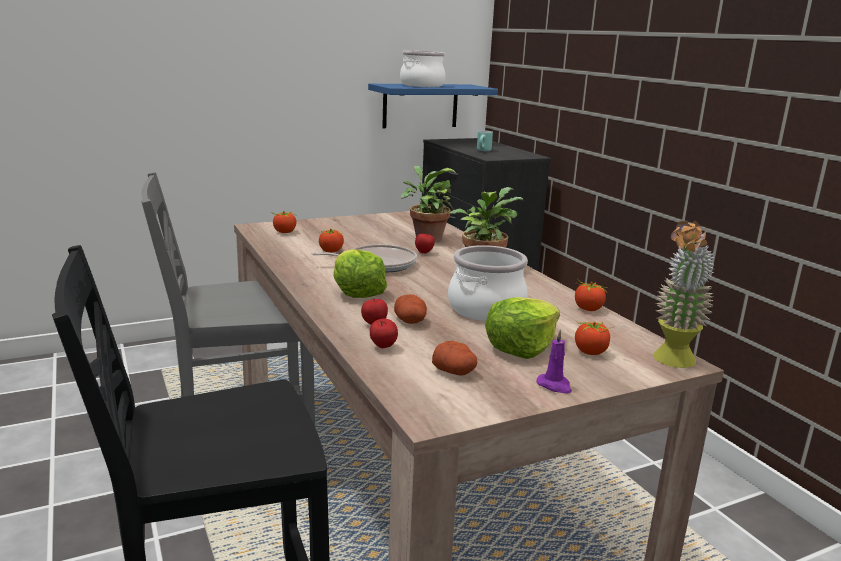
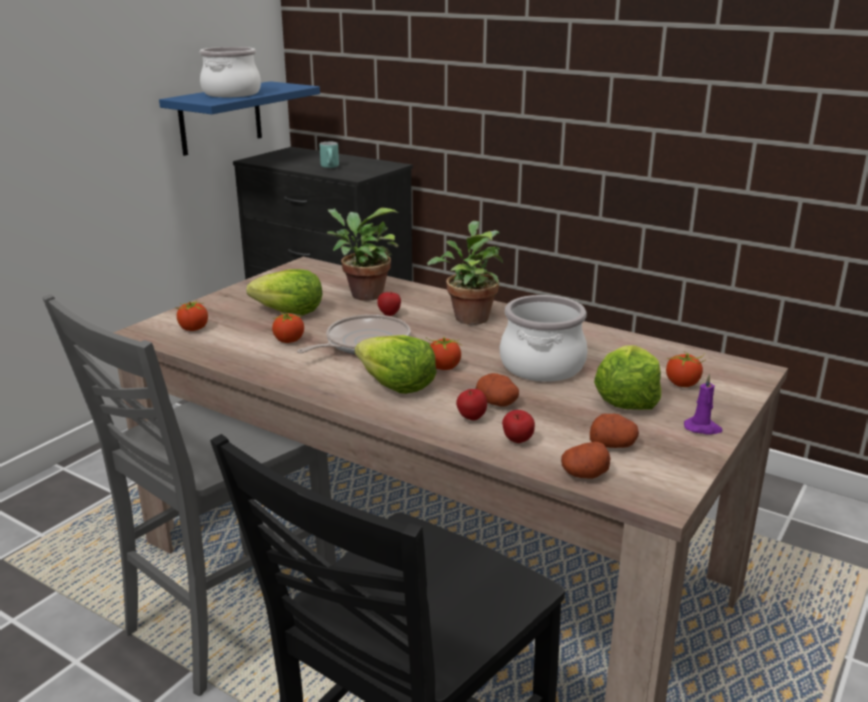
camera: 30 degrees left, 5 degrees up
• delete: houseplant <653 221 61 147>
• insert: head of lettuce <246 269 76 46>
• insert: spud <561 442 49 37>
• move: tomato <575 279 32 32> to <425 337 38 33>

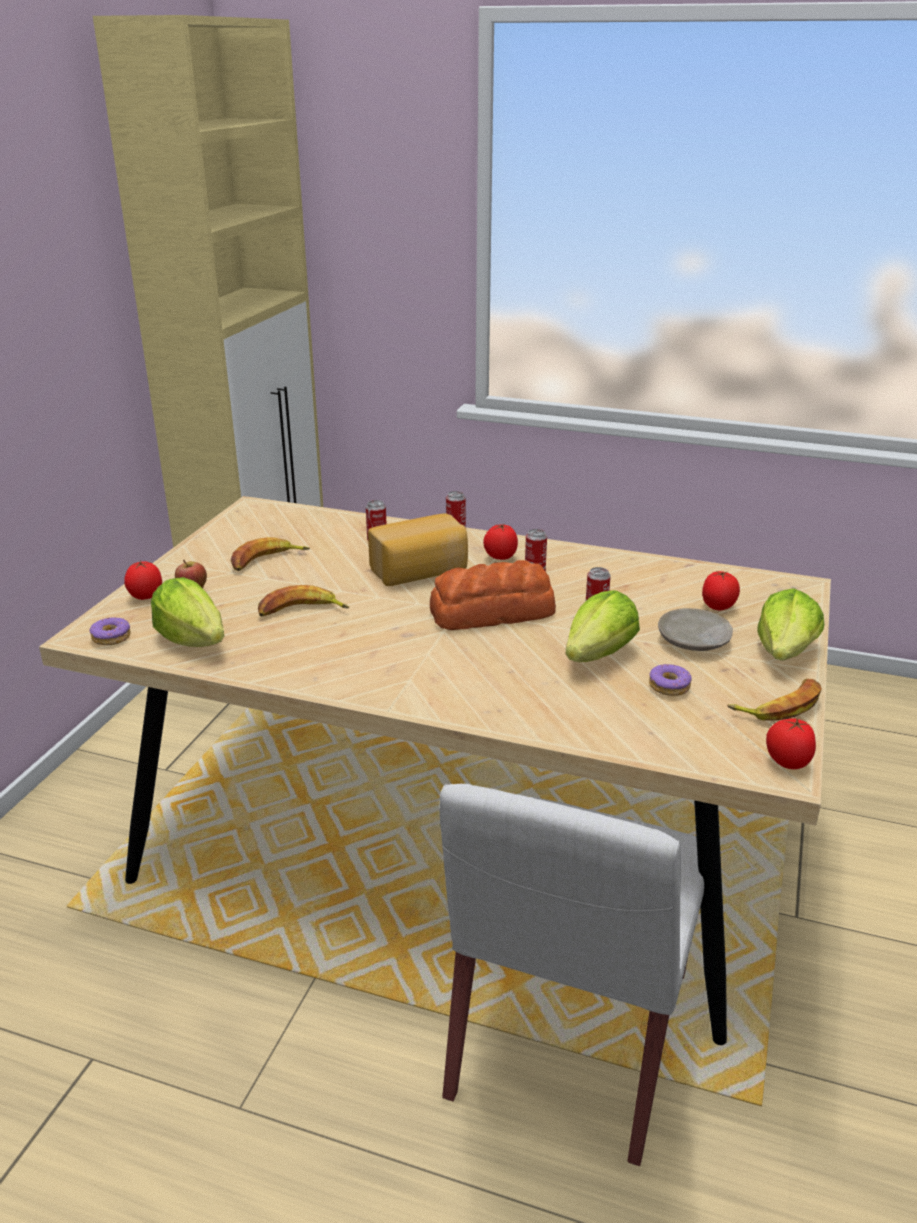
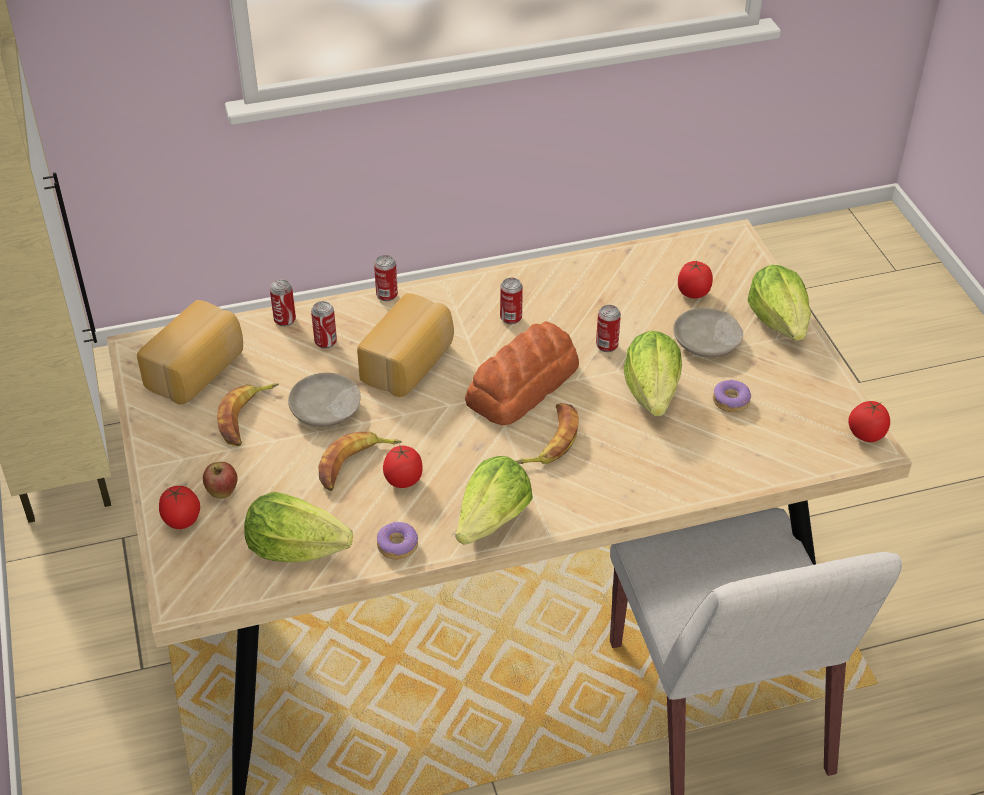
camera: 35 degrees left, 15 degrees up
• insert: bread <137 300 106 105>
• insert: sealed can <270 279 26 47>
• insert: flat dish (sand-coloured) <288 373 72 54>
• insert: head of lettuce <455 456 78 89>
• move: ring doughnut <89 617 42 28> to <377 522 41 38>
• move: tomato <483 524 35 36> to <383 446 40 42>
• move: banana fruit <727 679 95 42> to <516 403 63 61>

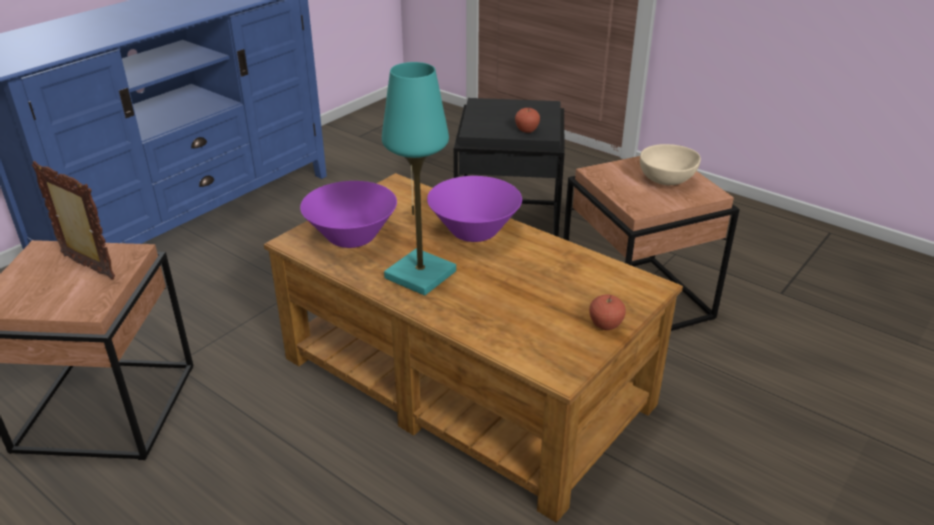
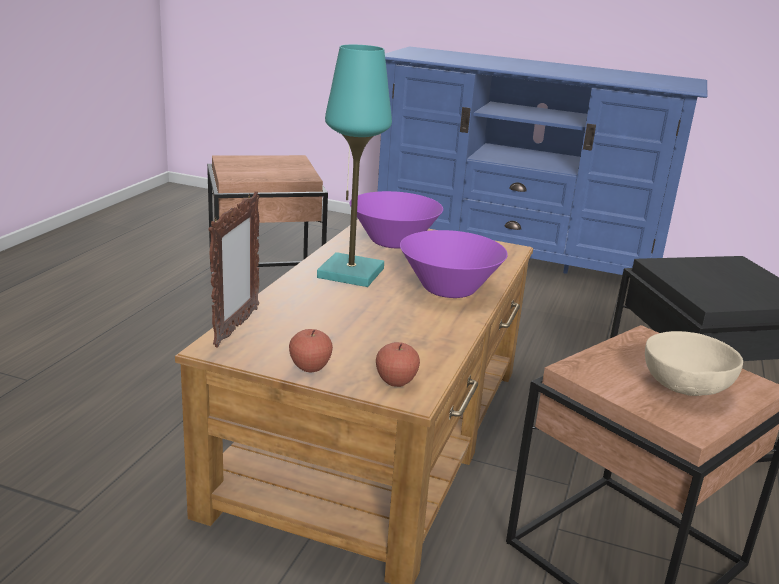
camera: 70 degrees right, 10 degrees down
• move: standing frame <32 161 83 119> to <209 191 50 157>
• move: apple fruit <515 107 25 26> to <376 342 44 45>

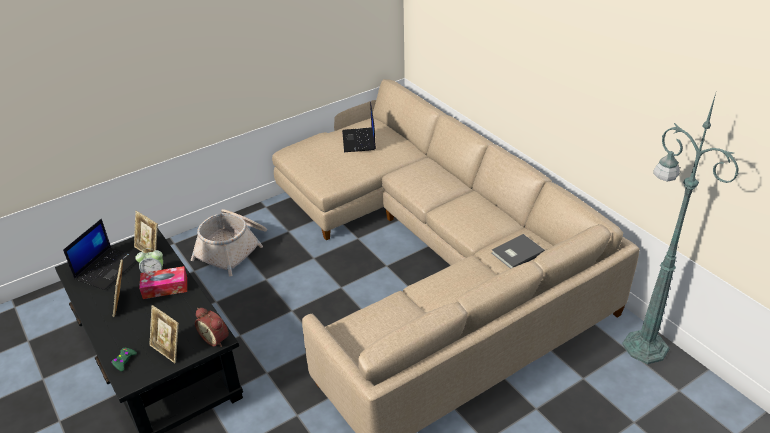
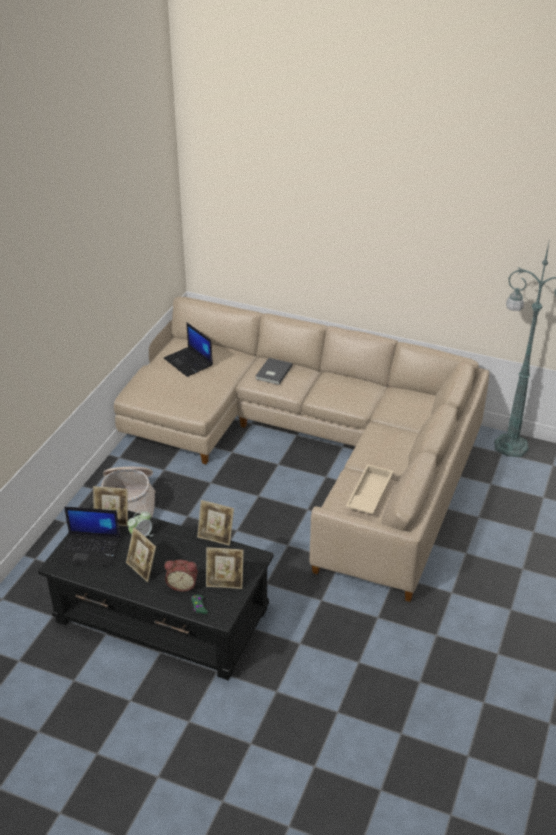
camera: 35 degrees left, 0 degrees up
• delete: tissue box <139 266 48 33>
• insert: standing frame <197 500 37 46>
• insert: carrying tray (sand-coloured) <346 464 47 50>
• move: alarm clock <195 308 34 39> to <165 560 33 32>
• move: volume (greyish) <492 234 53 35> to <256 358 37 27>
• rotate: portable computer <63 219 73 71> = <59 507 61 60> 105 degrees clockwise

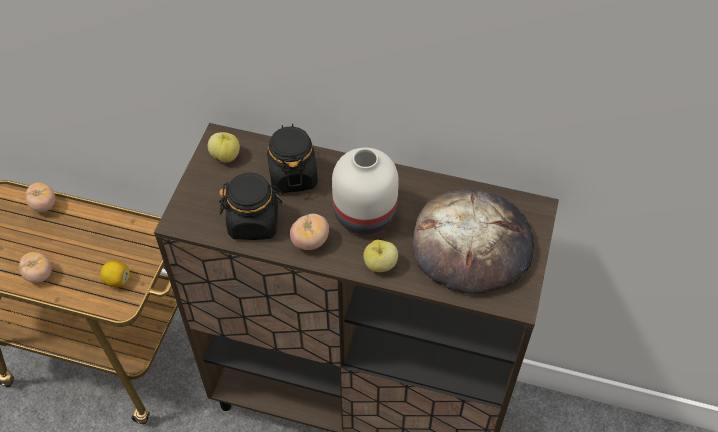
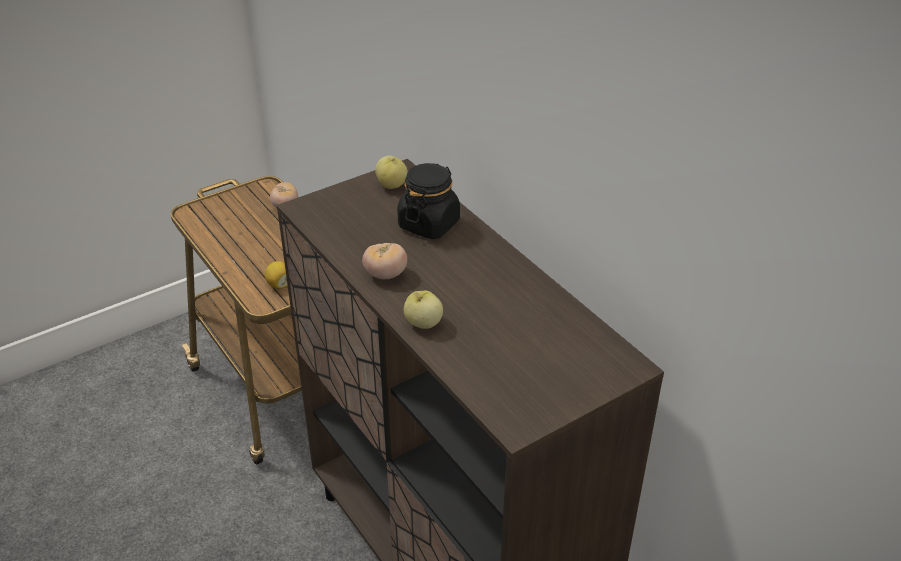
camera: 40 degrees right, 15 degrees down
• delete: tomato <19 252 33 31>
• delete: jar (blackish) <219 173 64 67>
• delete: decorative vase (white-coloured) <332 148 67 87>
• delete: bread <412 189 122 105>

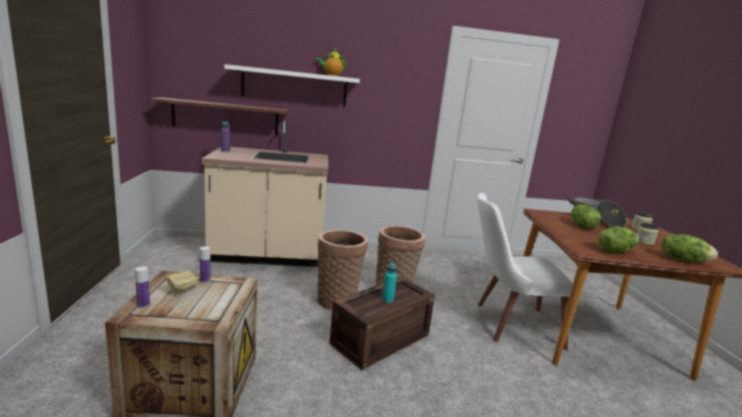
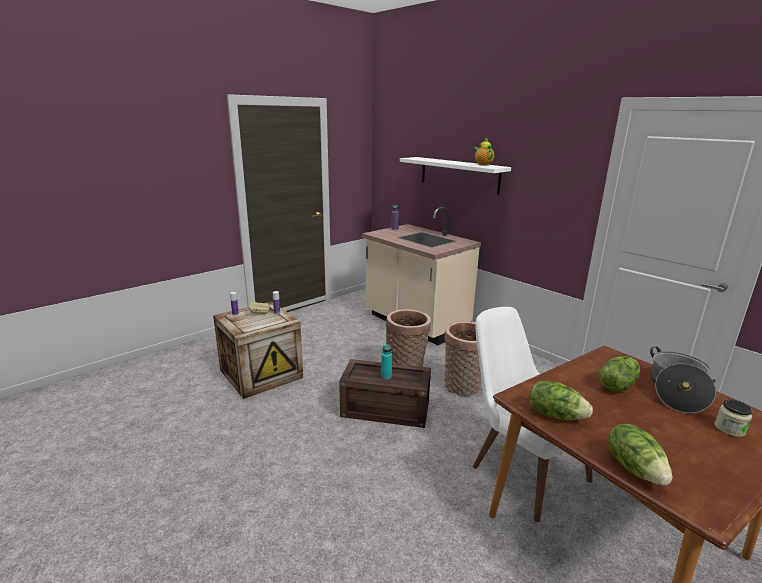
camera: 55 degrees right, 5 degrees up
• delete: wall shelf <150 97 139 39>
• delete: jar <636 222 23 23>

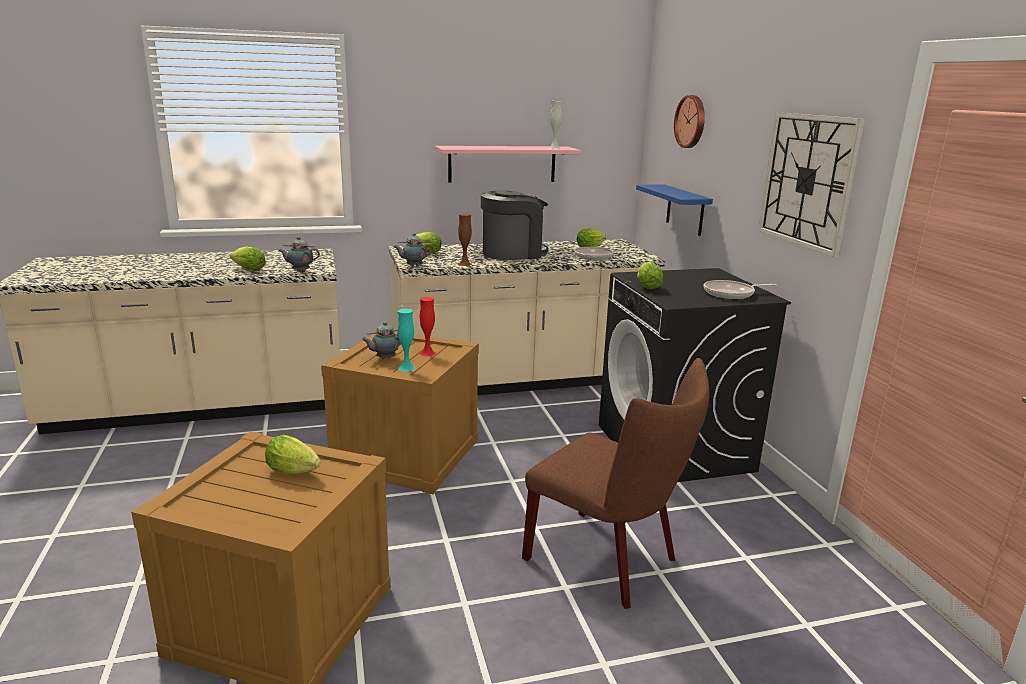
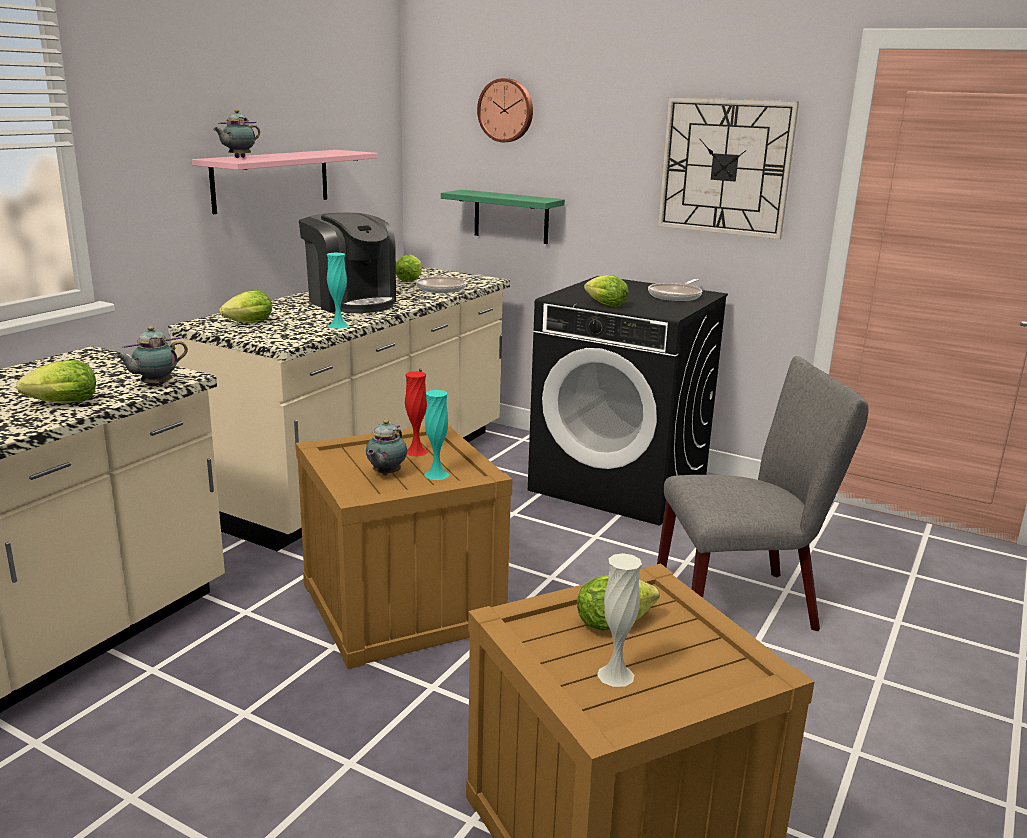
camera: 45 degrees left, 0 degrees up
• move: tea pot <393 233 41 34> to <213 110 47 48>
• move: decorative vase (white-coloured) <549 101 14 48> to <597 553 45 134>
• recolor: decorative vase (brown) <458 214 14 52> to decorative vase (blue-green) <327 253 22 76>
• recolor: upright chair (brown) <522 358 187 251> to upright chair (greyish) <657 356 211 275>
• recolor: wall shelf (bluish) <636 184 77 52> to wall shelf (greenish) <441 190 124 54>
• rotate: coffee machine <481 191 67 69> = <299 213 97 100> 120 degrees clockwise

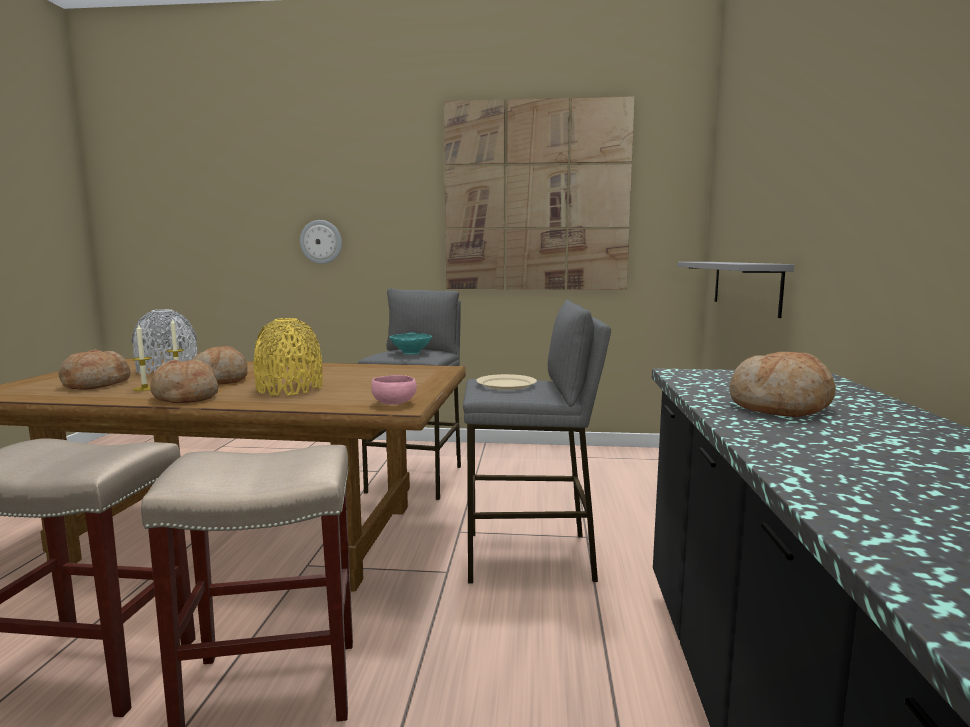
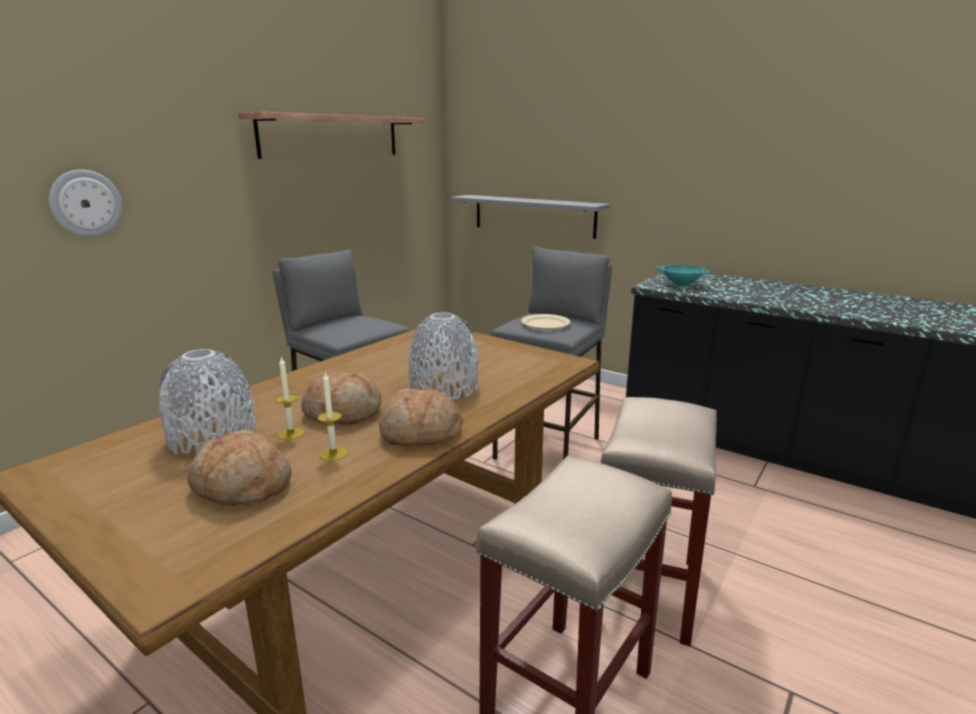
camera: 60 degrees left, 10 degrees up
• delete: bowl (pinkish) <371 375 46 30>
• delete: bread <730 352 106 65>
• move: bowl (blue-green) <390 332 42 22> to <657 265 54 22>
• replace: picture <444 96 191 194> to wall shelf <238 112 187 47>
• recolor: decorative vase (yellow) <254 318 69 78> to decorative vase (greyish) <408 312 71 87>

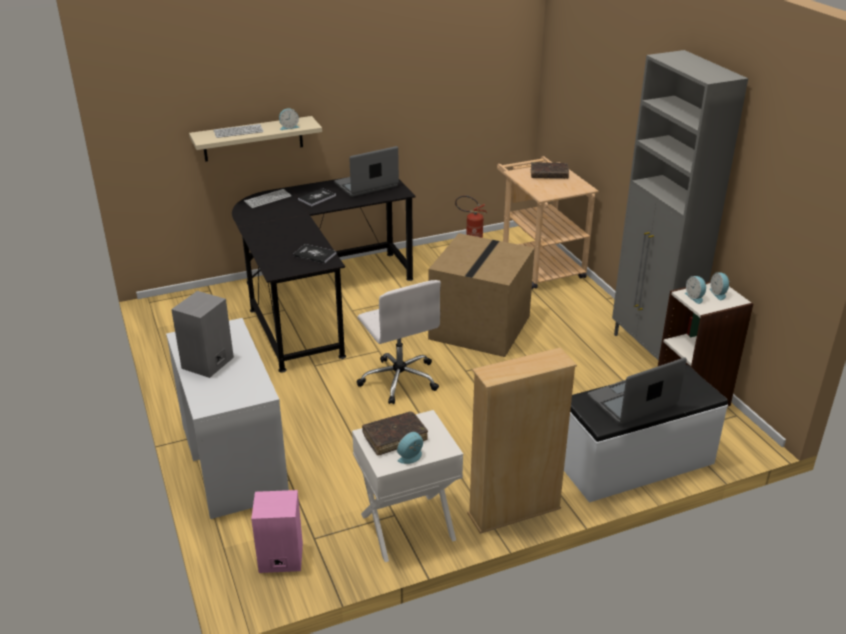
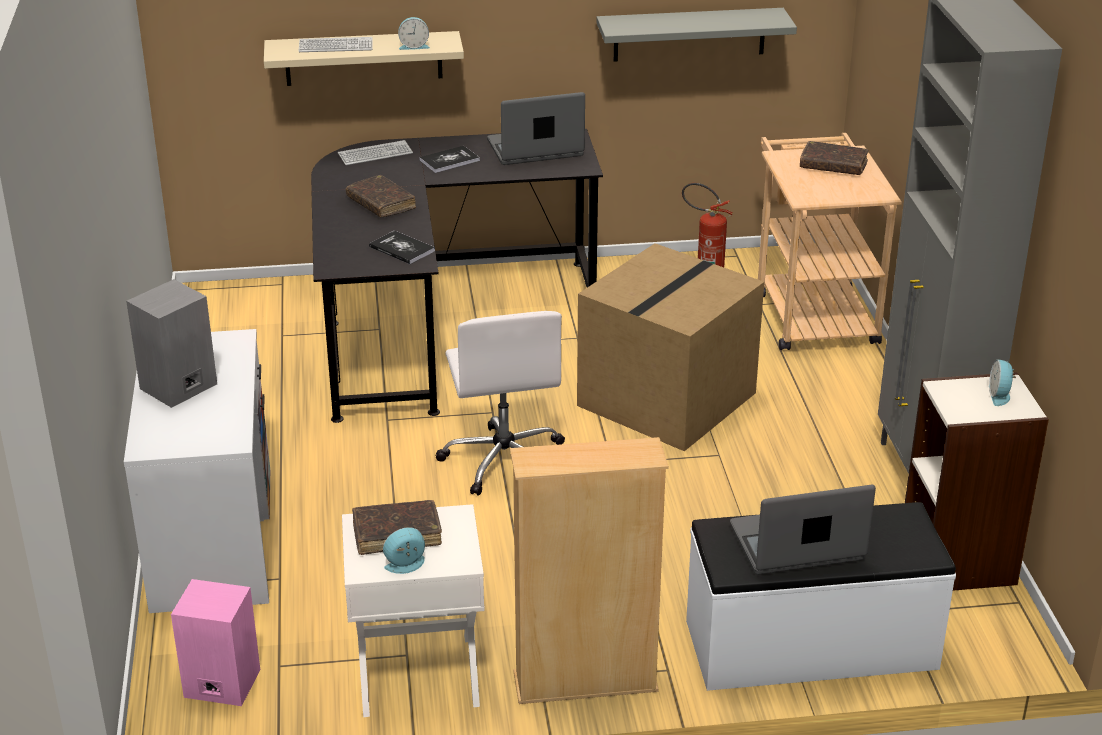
camera: 15 degrees right, 0 degrees up
• delete: alarm clock <685 276 22 28>
• insert: volume (brown) <346 175 70 43>
• insert: wall shelf (greyish) <596 8 201 54>

